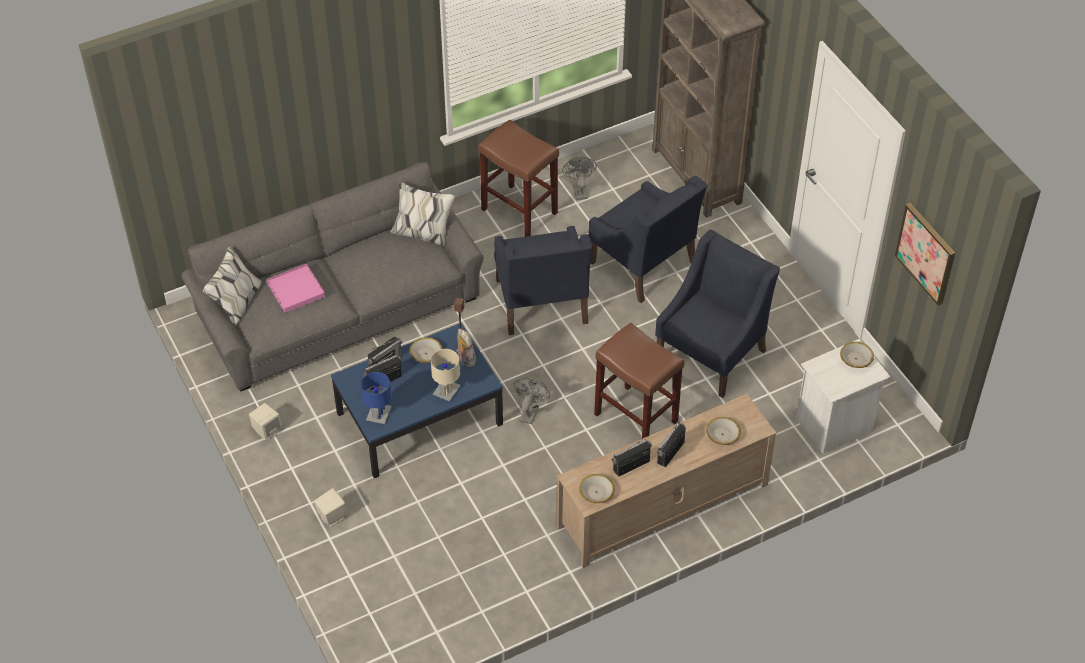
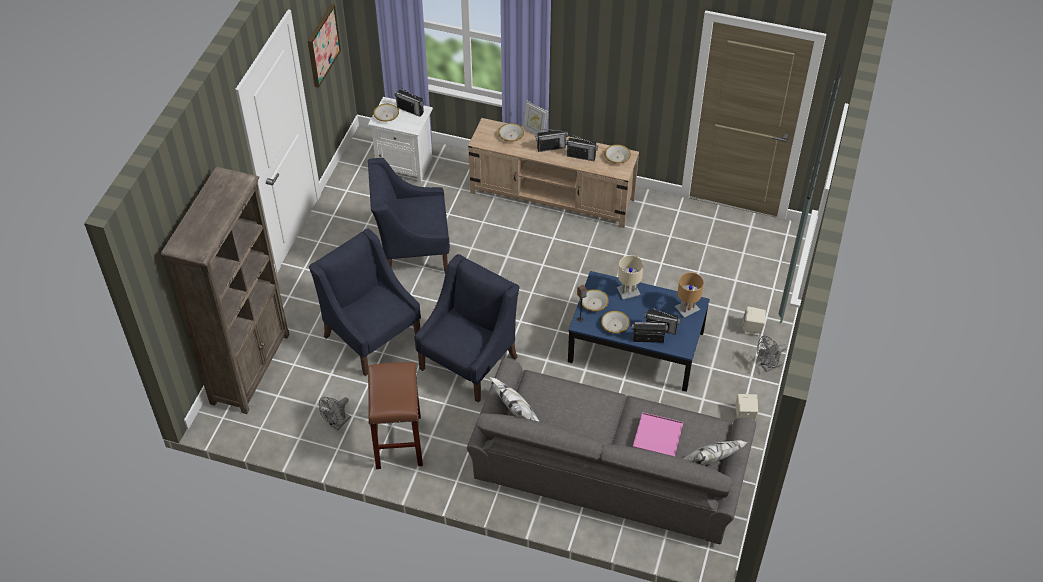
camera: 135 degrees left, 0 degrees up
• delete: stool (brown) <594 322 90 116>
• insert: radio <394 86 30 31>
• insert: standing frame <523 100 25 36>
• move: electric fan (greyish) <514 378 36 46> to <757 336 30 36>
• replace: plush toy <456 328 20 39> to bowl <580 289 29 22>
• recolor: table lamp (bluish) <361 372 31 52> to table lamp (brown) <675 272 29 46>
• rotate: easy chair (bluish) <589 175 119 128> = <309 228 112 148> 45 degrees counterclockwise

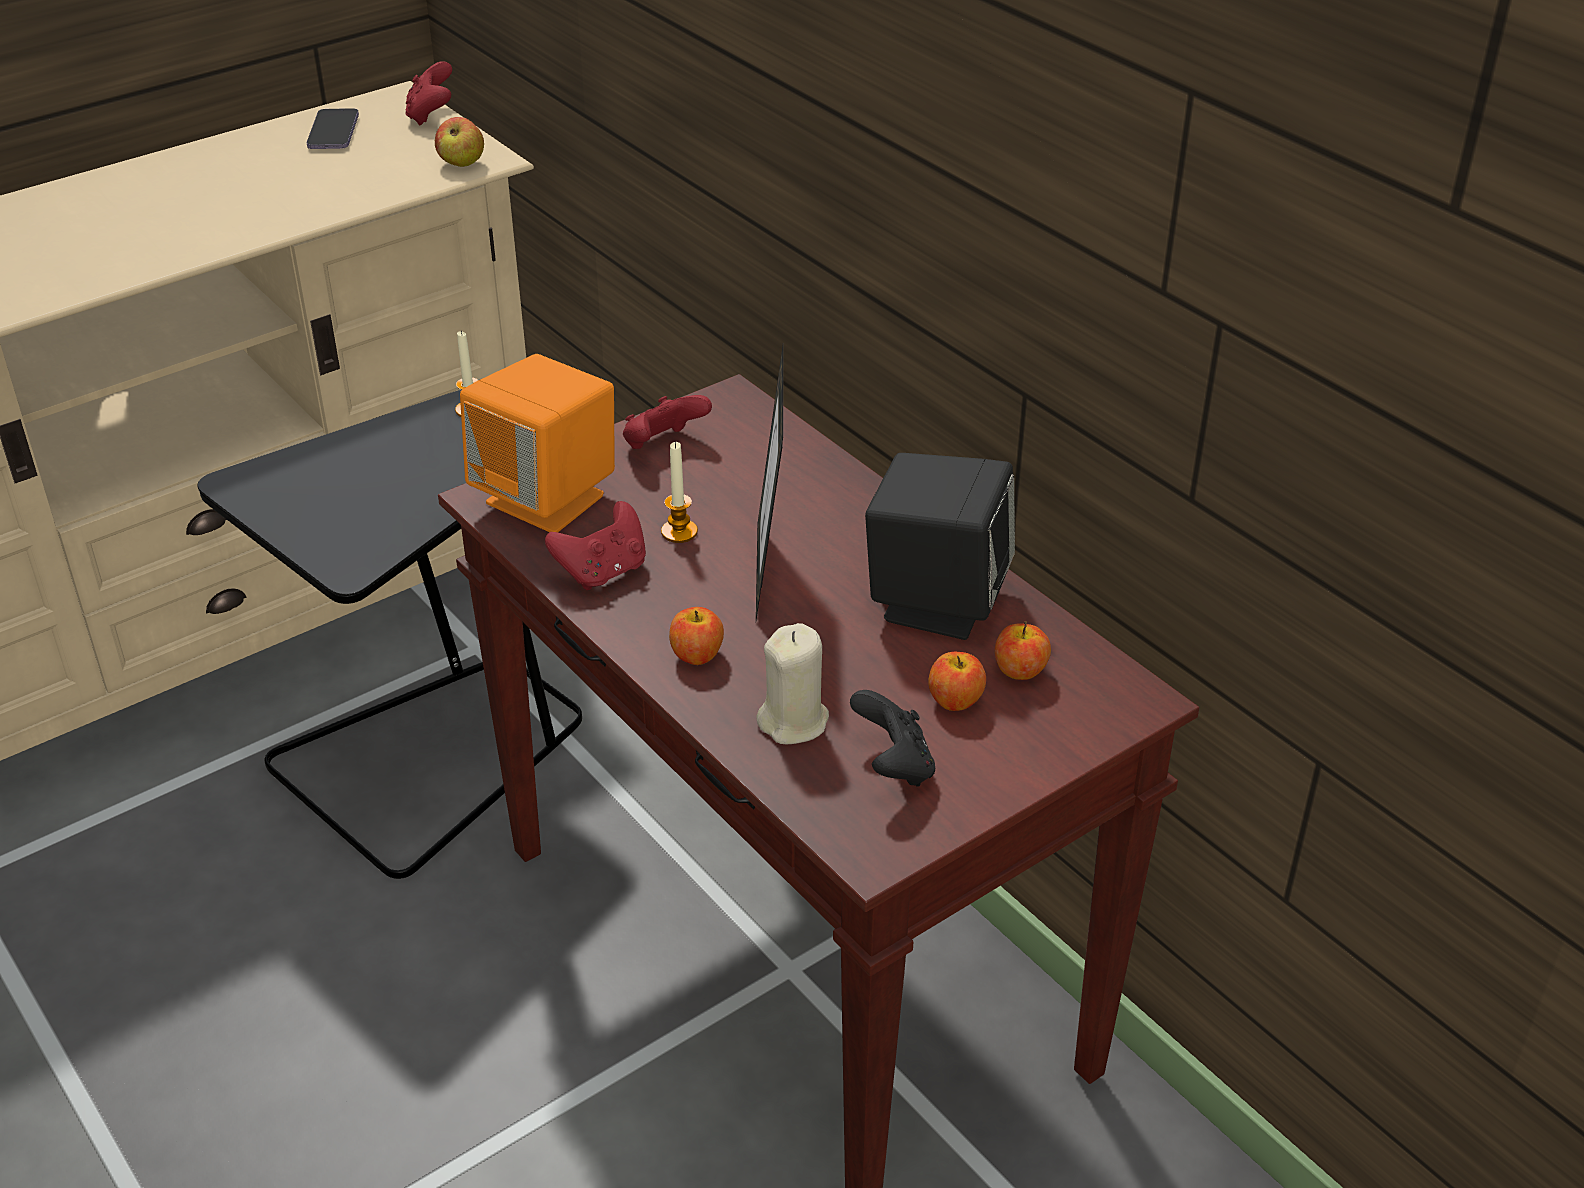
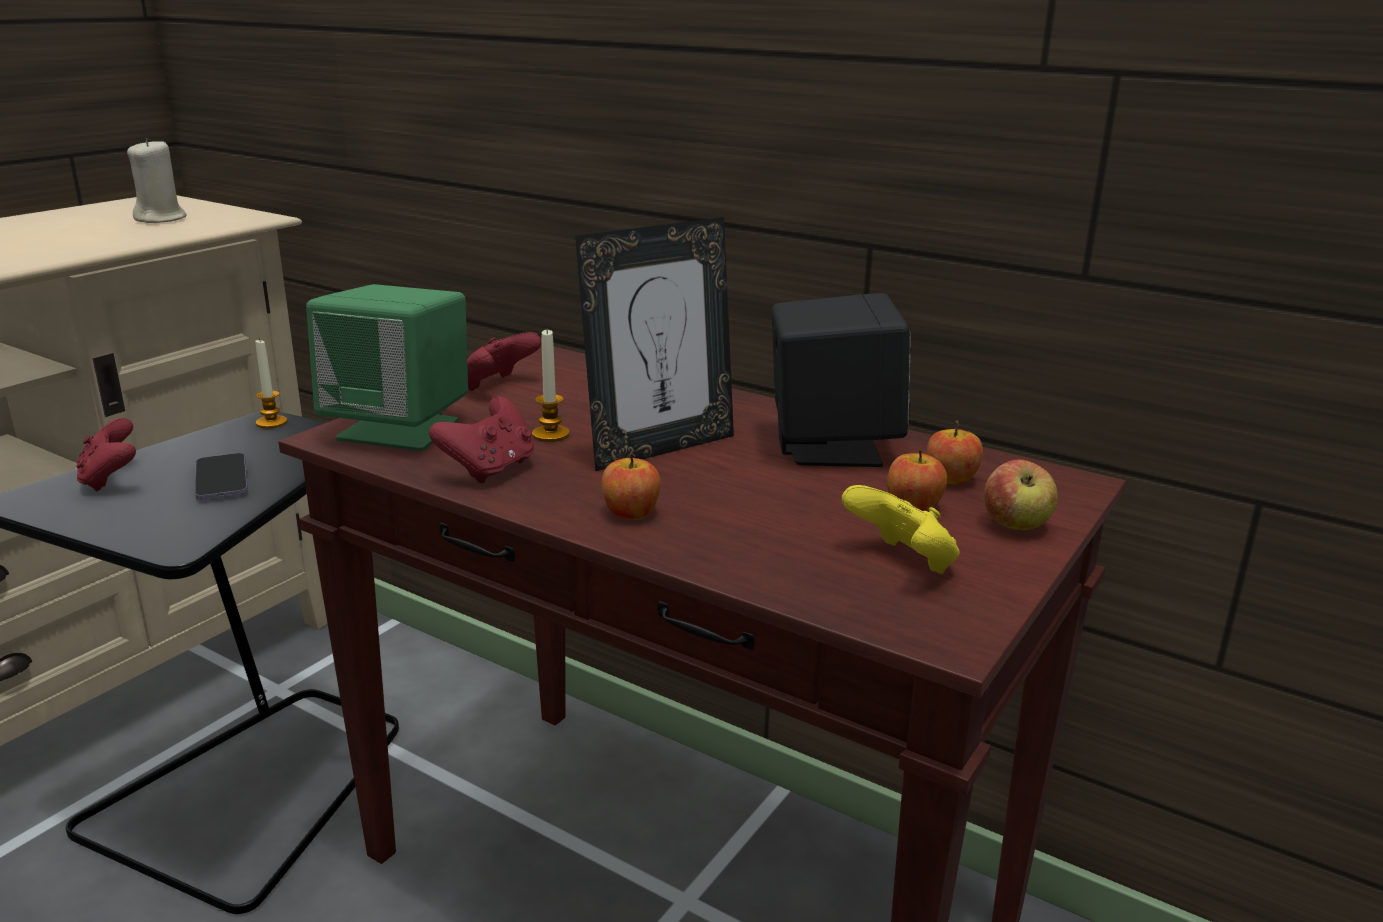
camera: 20 degrees left, 15 degrees down
• move: handset <307 108 52 41> to <195 453 53 47>
• move: joypad (reddish) <405 61 47 65> to <76 418 60 73>
• move: apple fruit <435 117 49 50> to <984 460 74 70>
• move: candle (sand-coloured) <756 623 73 121> to <127 138 60 85>
• recolor: audio speaker (orange) <460 354 155 178> to audio speaker (greenish) <306 284 162 167>
• recolor: joypad (blackish) <850 690 85 97> to joypad (yellow) <842 485 118 89>
• rotate: standing frame <756 346 27 274> = <575 217 159 254> 105 degrees counterclockwise

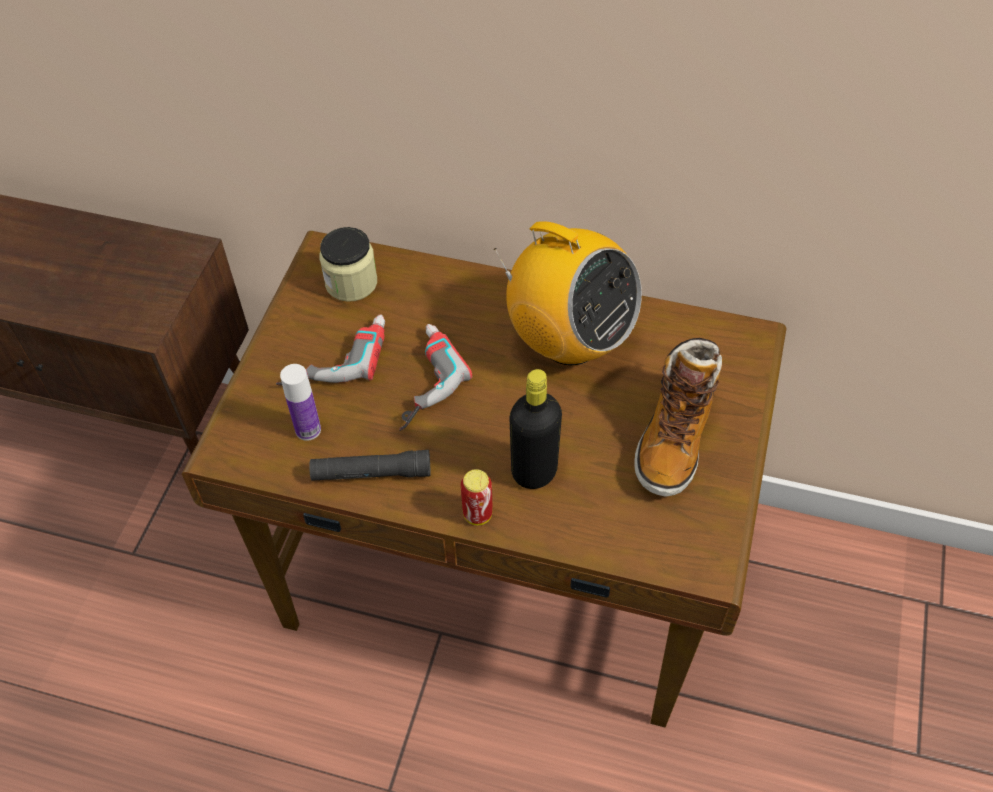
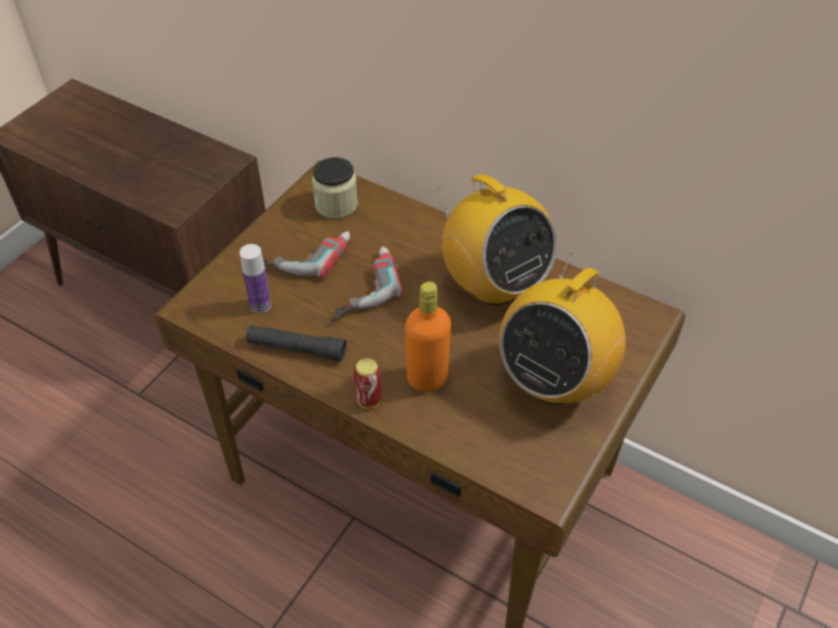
camera: 15 degrees right, 5 degrees down
• replace: high-top boot <634 338 88 159> to radio <499 253 127 152>
• recolor: beverage bottle (blackish) <509 369 53 120> to beverage bottle (orange) <405 282 46 110>

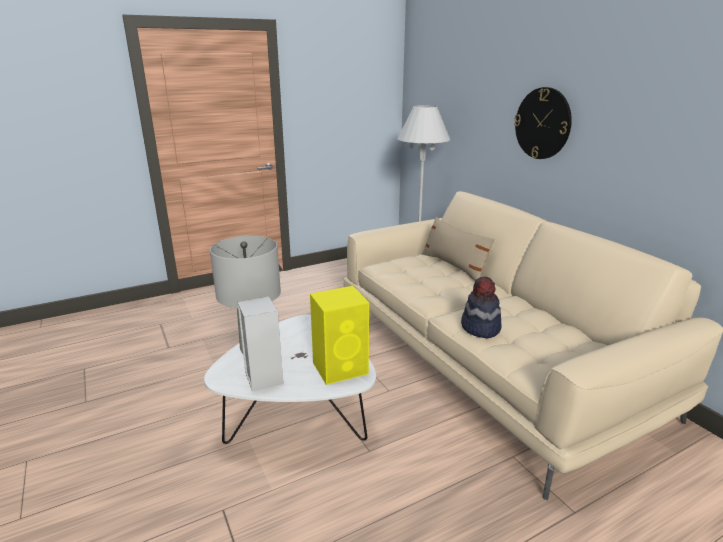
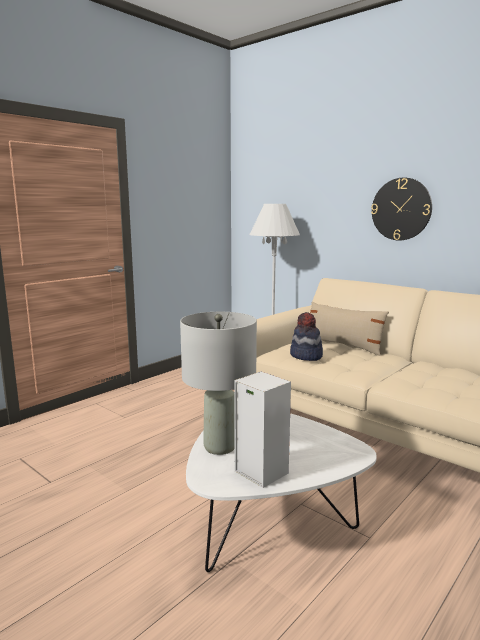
camera: 20 degrees left, 10 degrees down
• delete: audio speaker (yellow) <310 286 59 99>
• move: wearable hat <461 277 41 61> to <290 312 33 49>

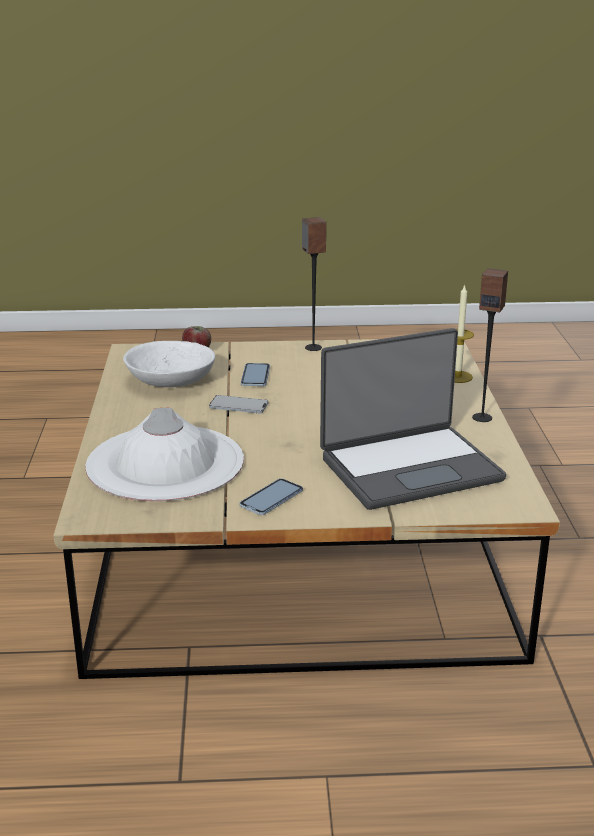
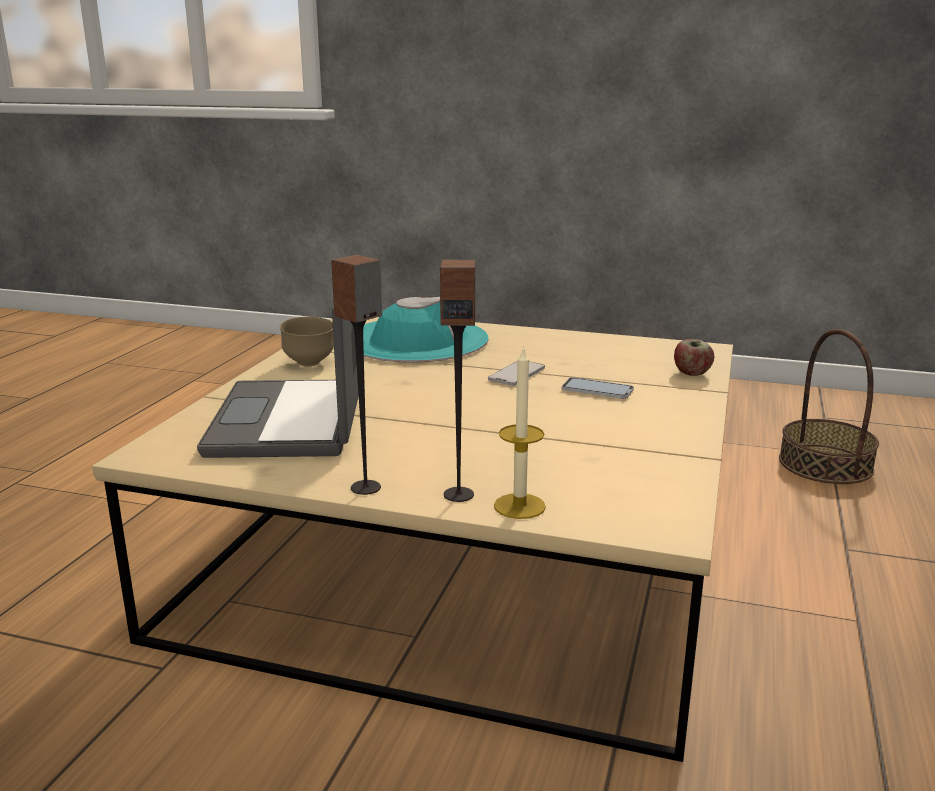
camera: 110 degrees right, 5 degrees down
• delete: bowl (white-coloured) <123 341 92 46>
• insert: storage basket <779 329 100 155>
• move: audio speaker <302 217 24 134> to <440 260 36 242>
• replace: handset <240 479 63 36> to bowl (brown) <280 317 54 49>
• recolor: wearable hat (white-coloured) <85 408 159 93> to wearable hat (blue-green) <363 297 126 66>

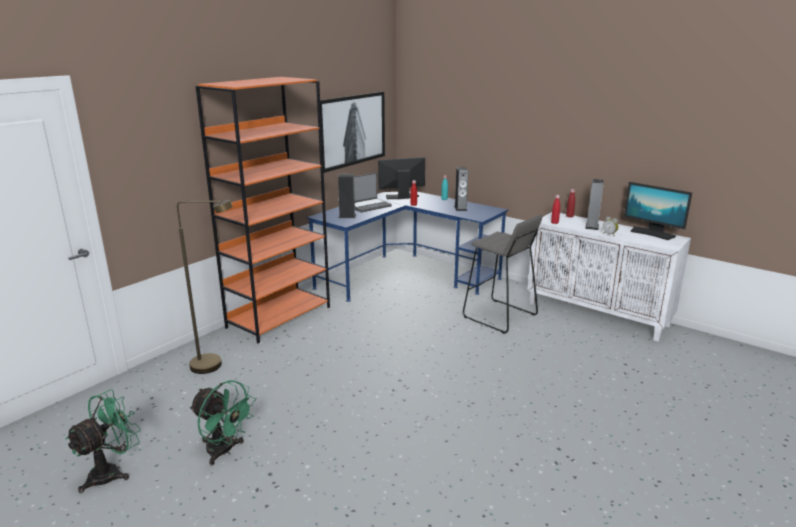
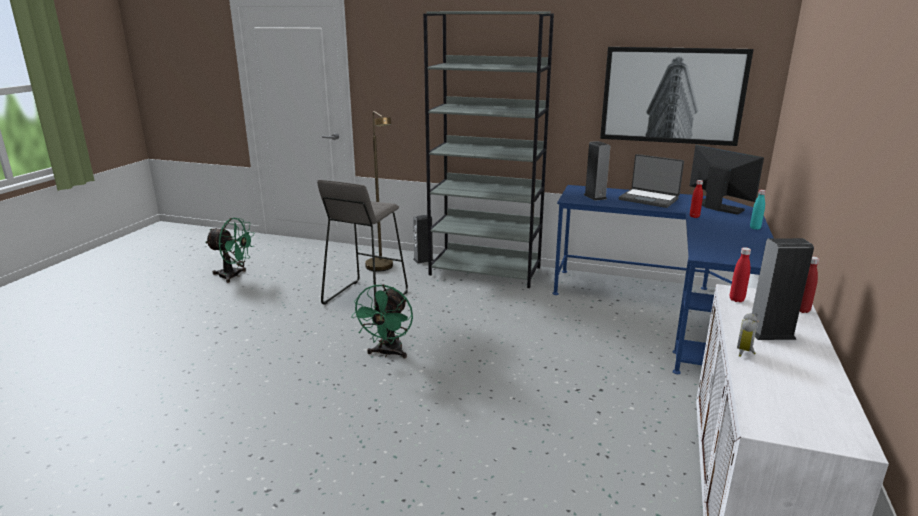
camera: 70 degrees right, 0 degrees up
• delete: computer display <624 182 68 58>
• move: electric fan (greenish) <190 380 66 85> to <351 284 62 75>
• move: audio speaker <454 167 14 44> to <413 215 21 49>
• move: stool (greyish) <463 215 79 119> to <317 180 91 131>
• recolor: bookshelf (orange) <195 77 135 266> to bookshelf (greyish) <423 11 131 277>

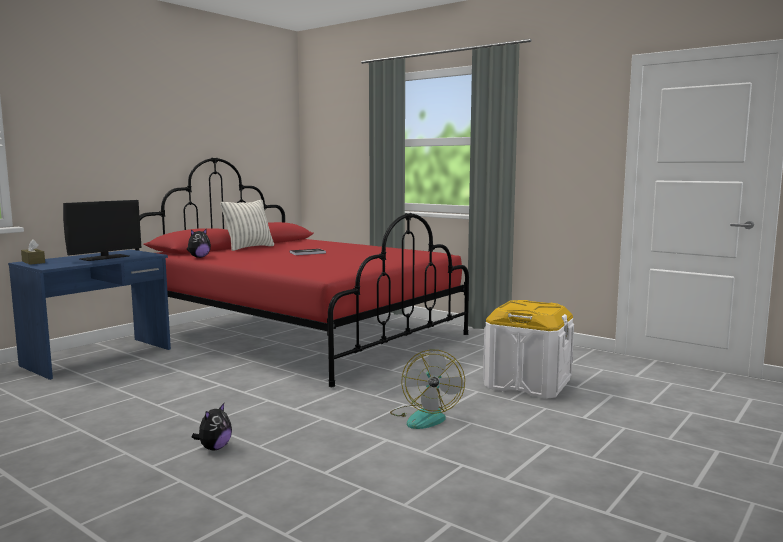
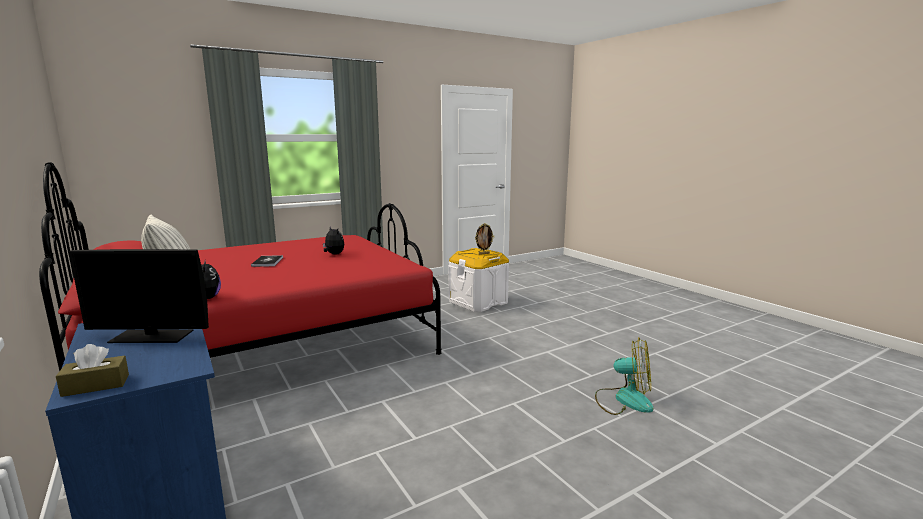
camera: 70 degrees left, 5 degrees up
• insert: standing frame <475 223 19 32>
• move: plush toy <192 403 40 48> to <323 226 21 29>
• move: electric fan <390 349 75 80> to <595 338 58 77>
• rotate: computer display <63 200 78 61> = <69 249 140 94> 120 degrees clockwise

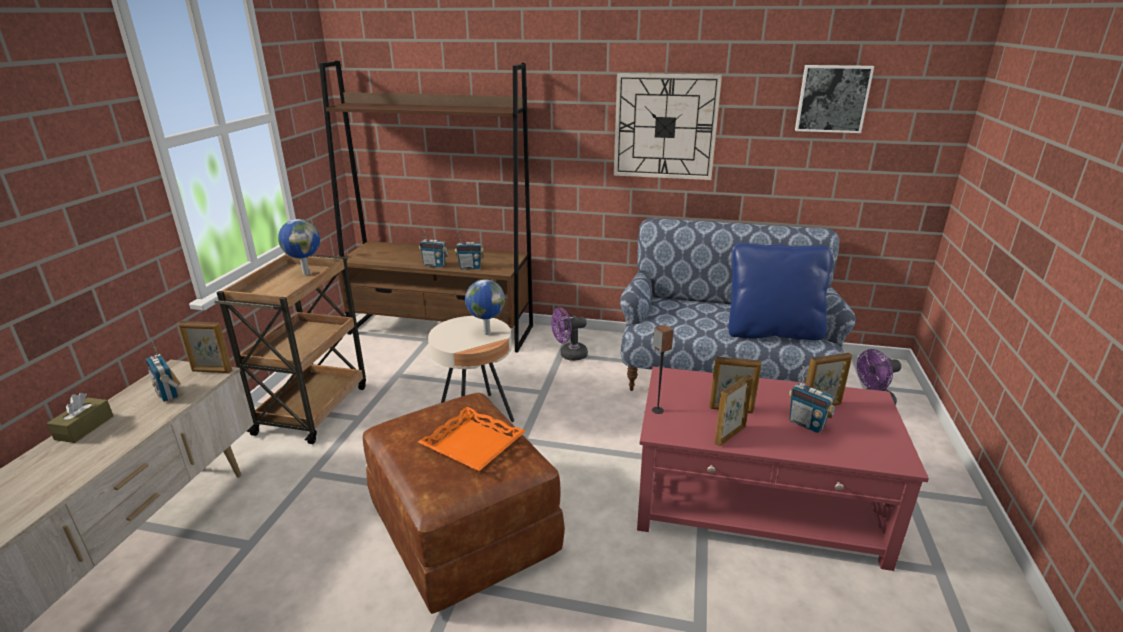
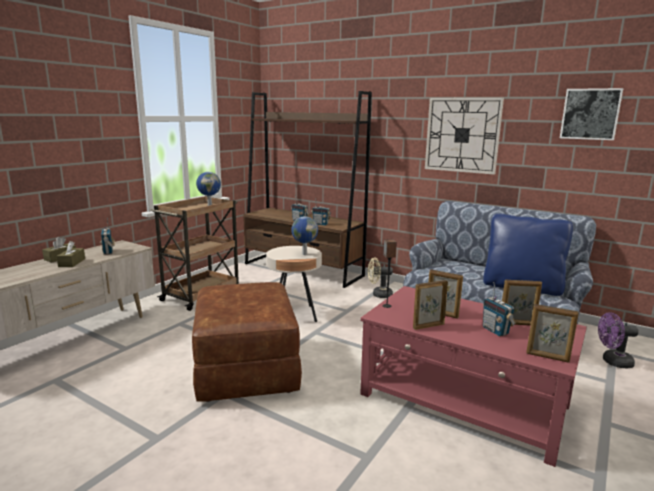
camera: 20 degrees right, 10 degrees down
• delete: carrying tray (orange) <418 407 108 64>
• insert: tissue box (brown) <56 241 29 26>
• move: standing frame <178 321 55 52> to <526 304 53 59>
• recolor: electric fan (purple-coloured) <551 307 37 54> to electric fan (sand-coloured) <368 257 25 41>

